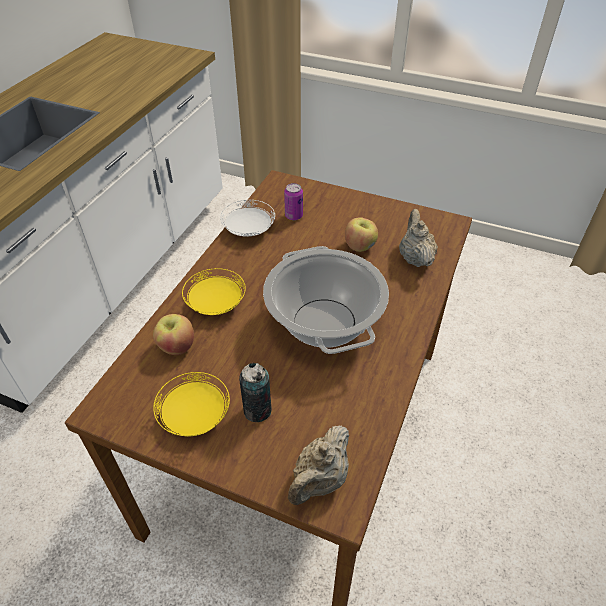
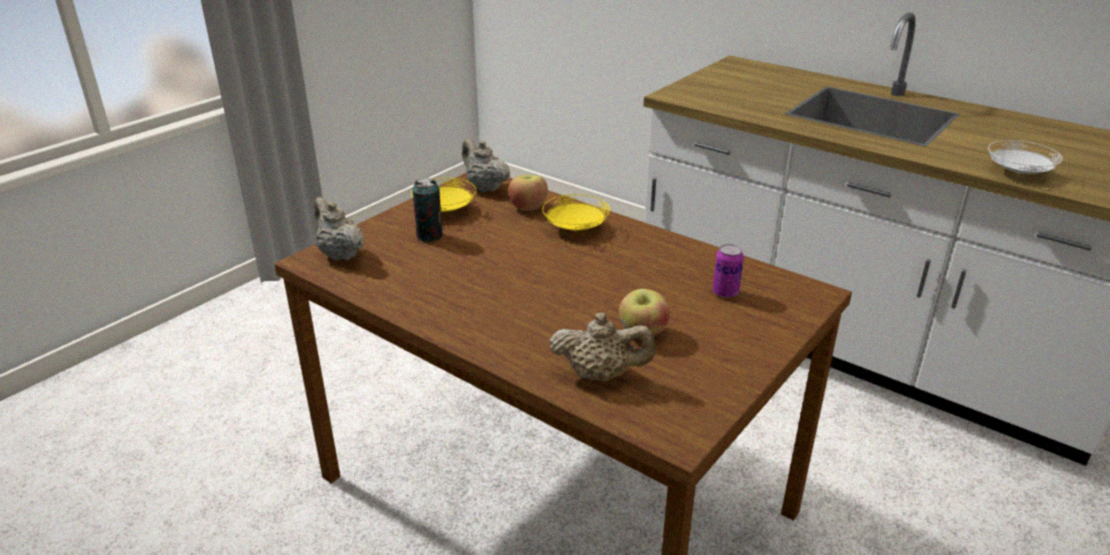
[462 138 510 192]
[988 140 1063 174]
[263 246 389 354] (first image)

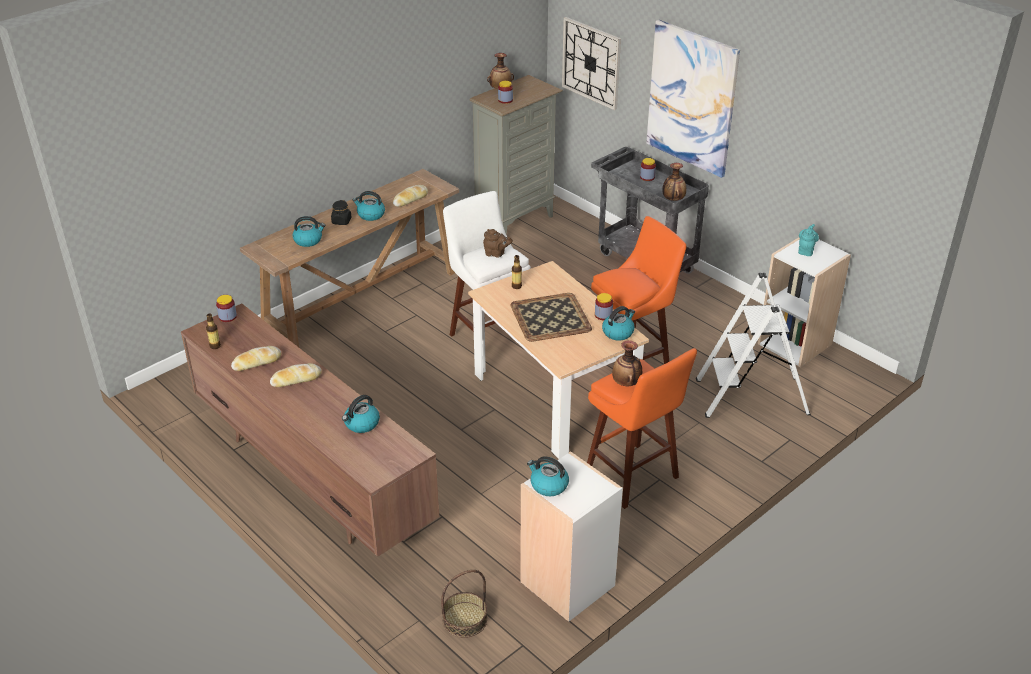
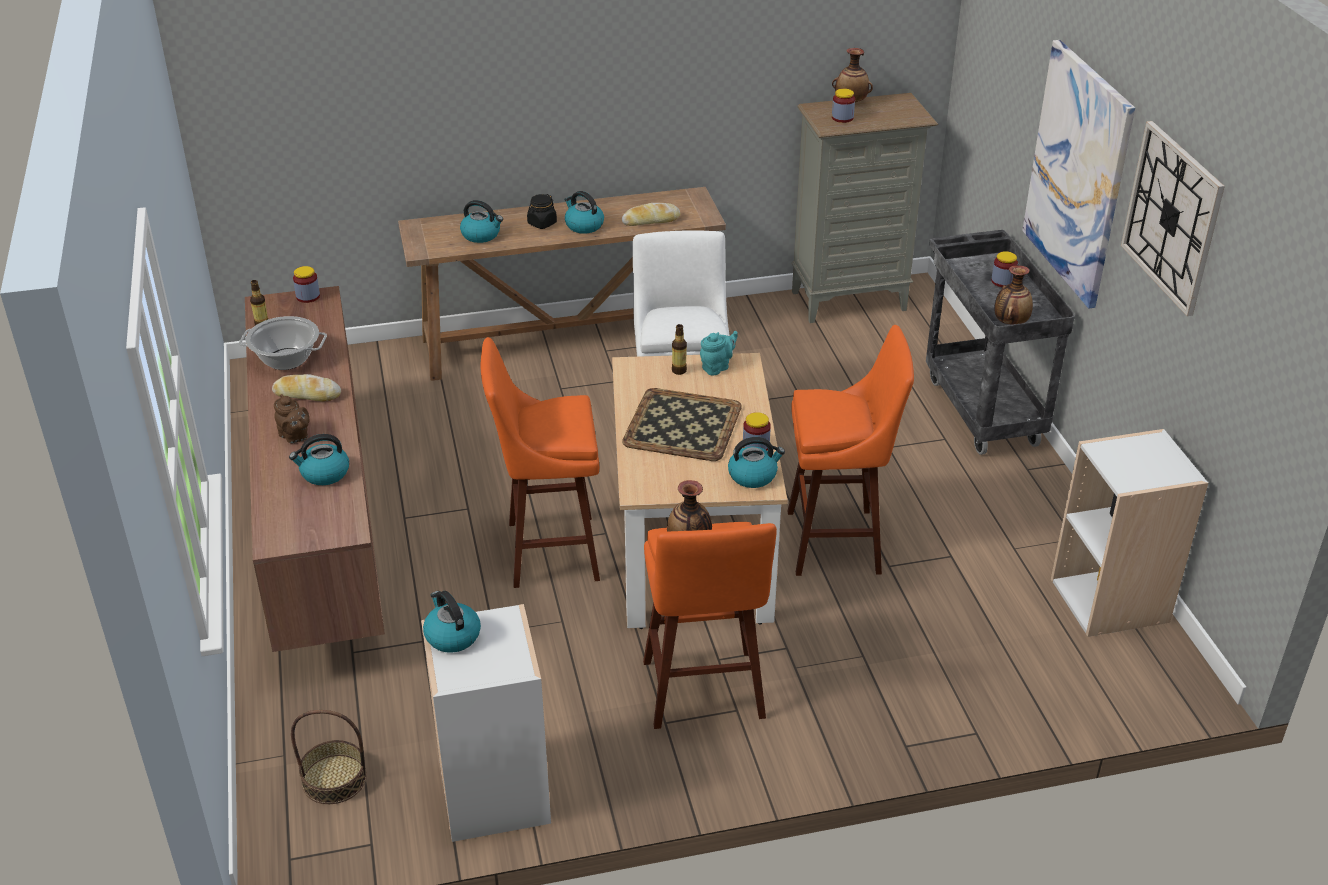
[239 316 327 370]
[274 394 309 444]
[481 337 600 588]
[700 331 737 375]
[1121 121 1225 316]
[696 273 811 418] (first image)

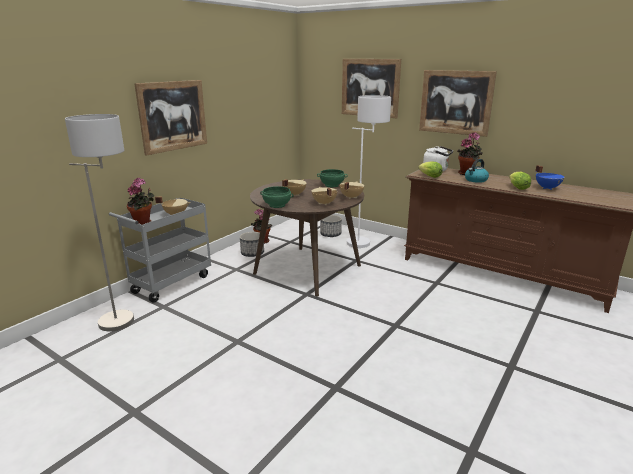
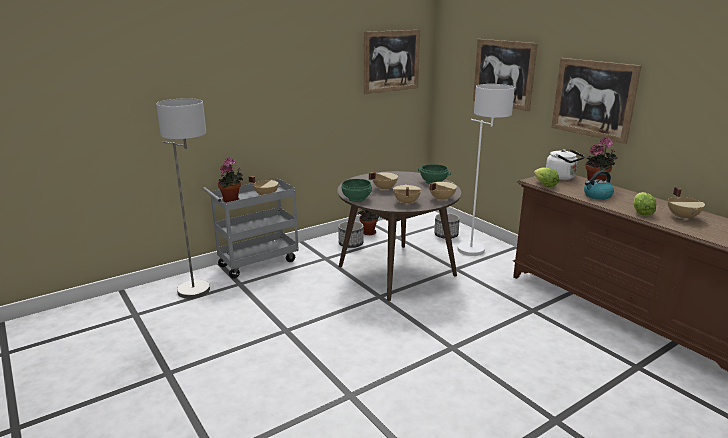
[364 30 420 94]
[668 187 705 220]

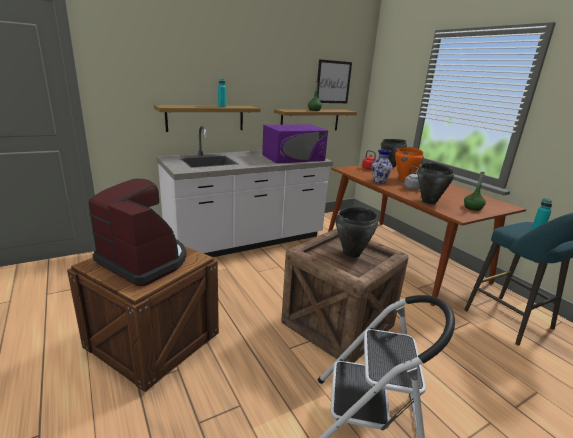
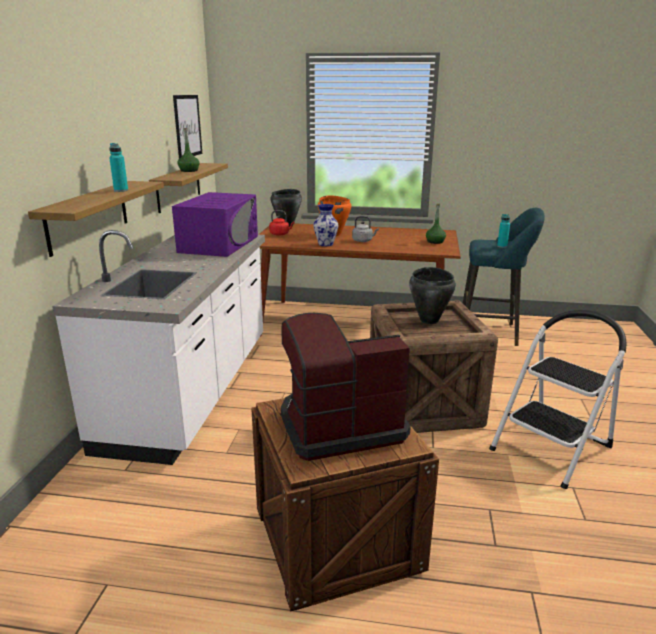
[418 163 454 204] (first image)

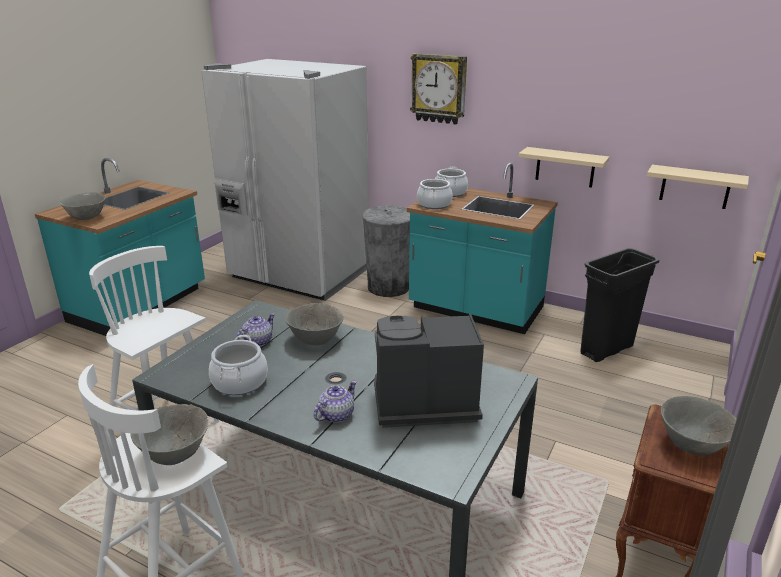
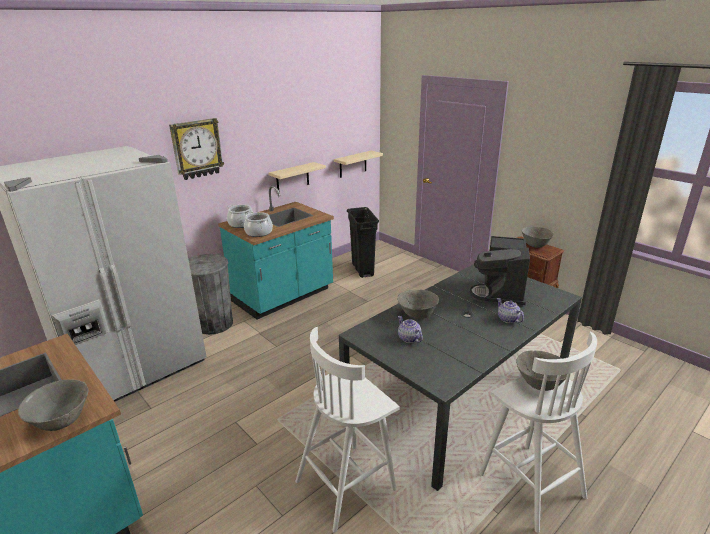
[209 335 268 395] (first image)

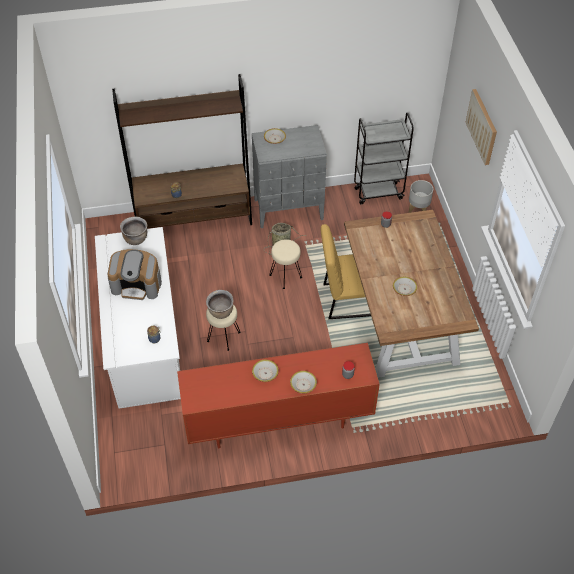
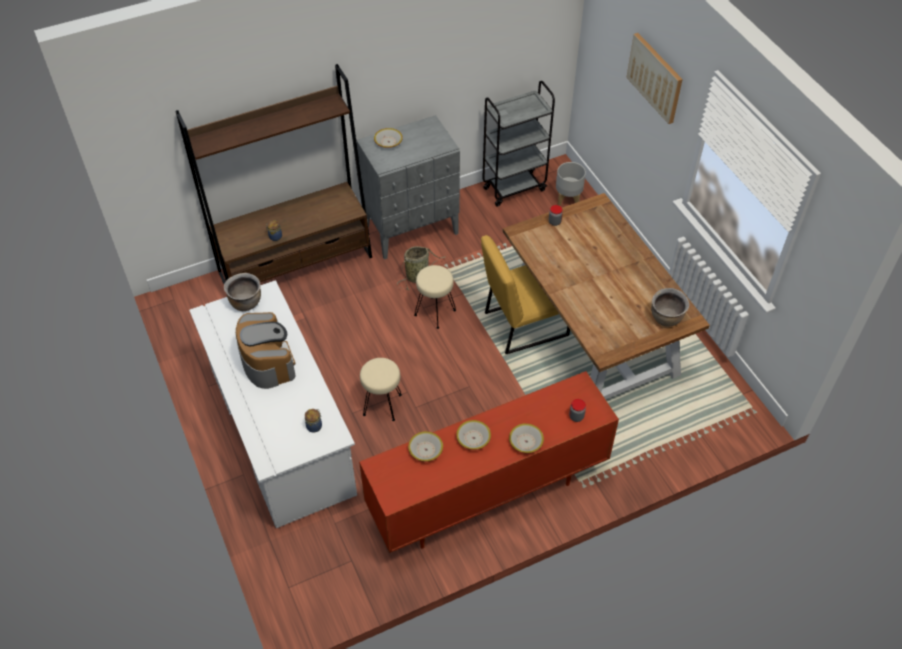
[236 312 296 389]
[408 431 443 462]
[651 288 689 326]

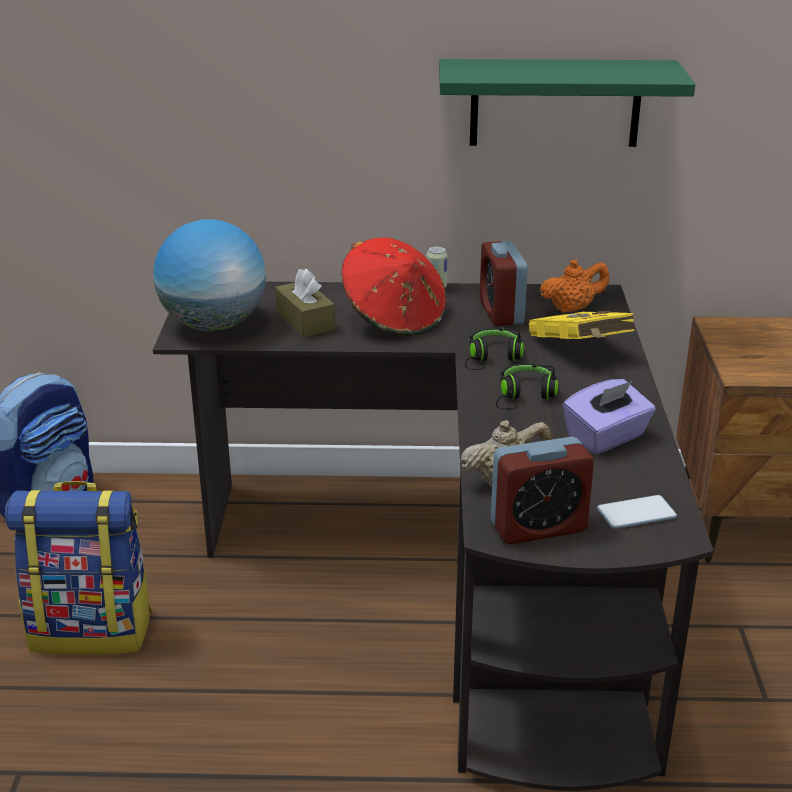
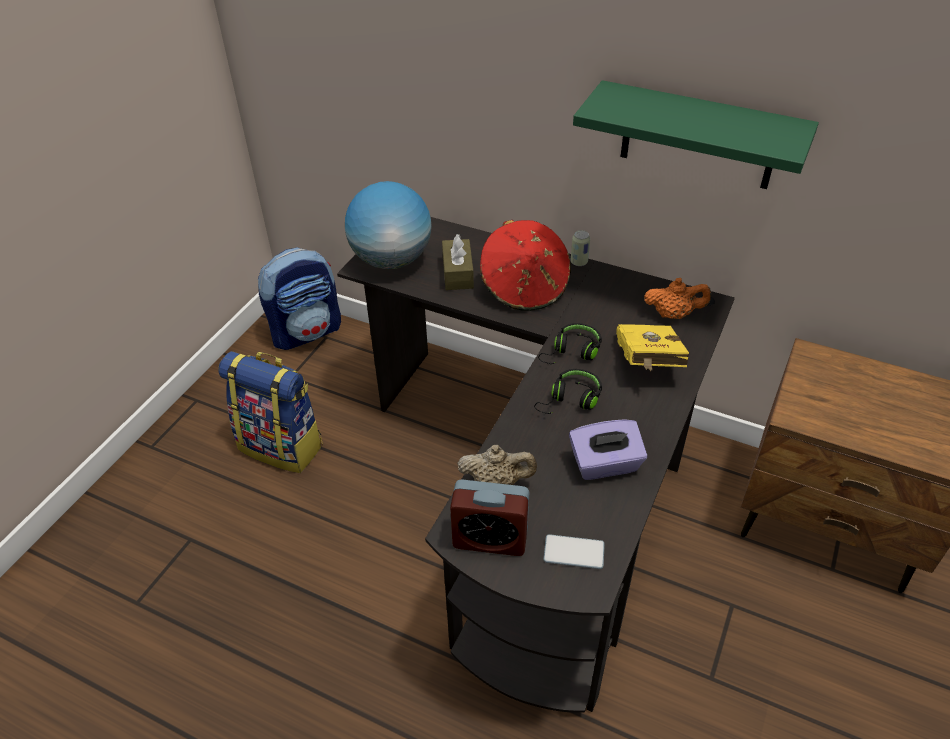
[479 241 528 326] (first image)

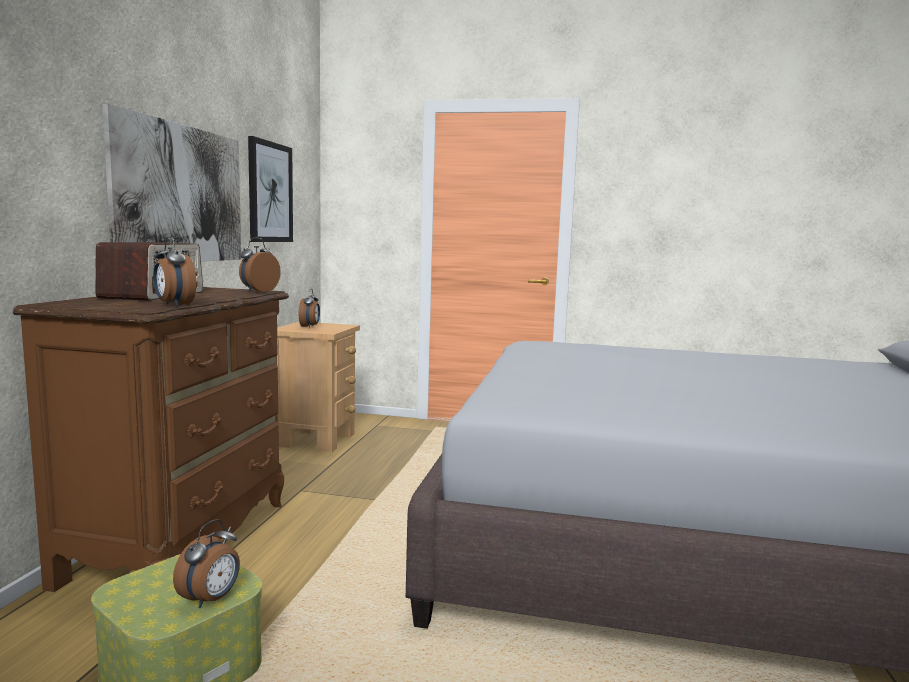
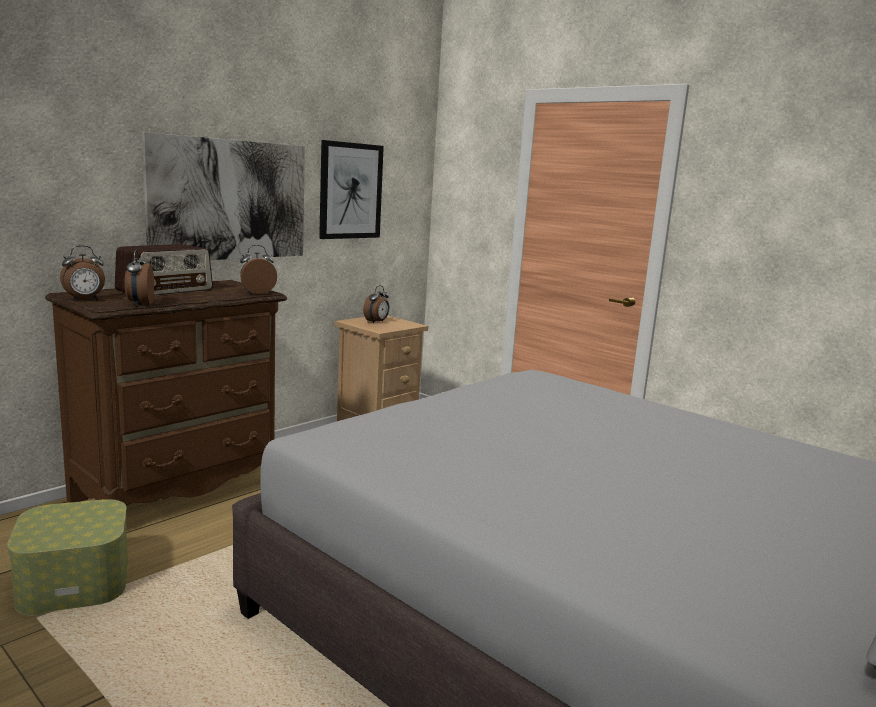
[60 245 105 300]

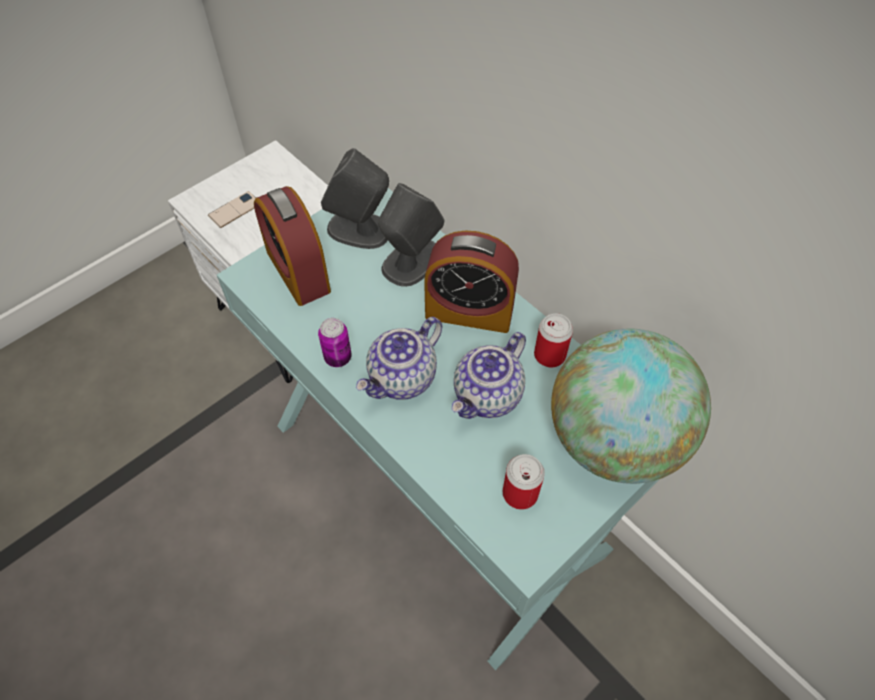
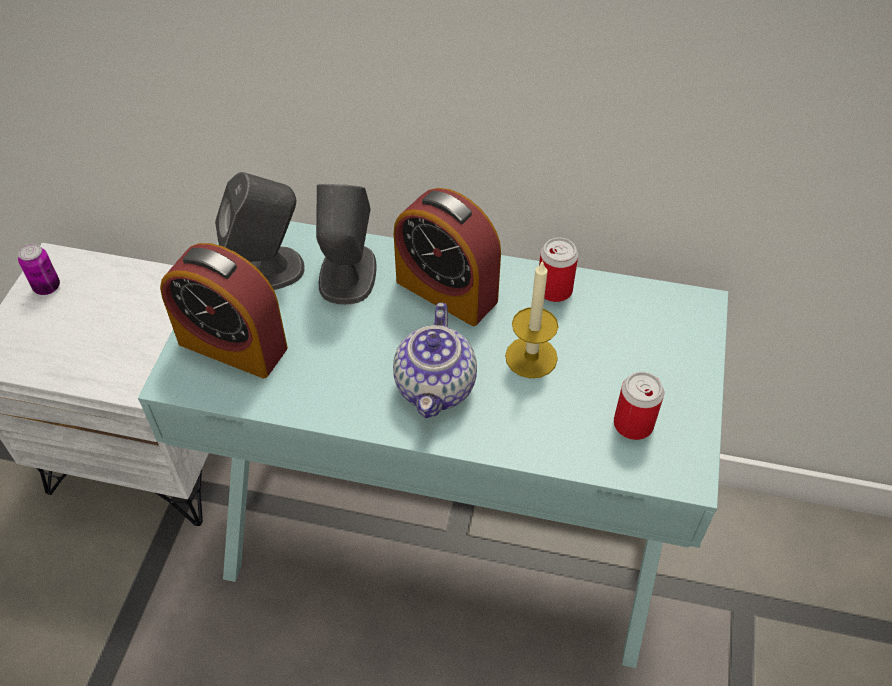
[18 244 60 295]
[394 188 501 326]
[505 260 558 378]
[208 191 256 228] (first image)
[551 328 711 484] (first image)

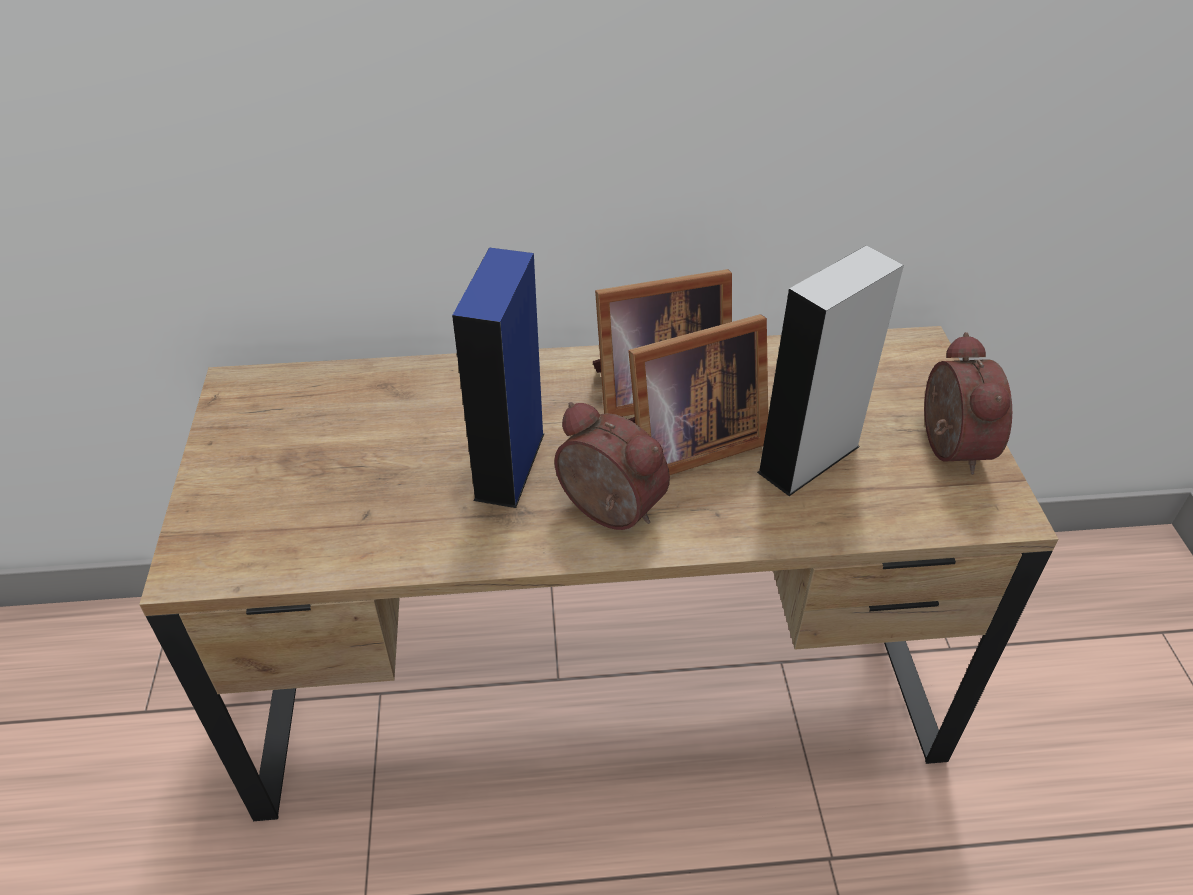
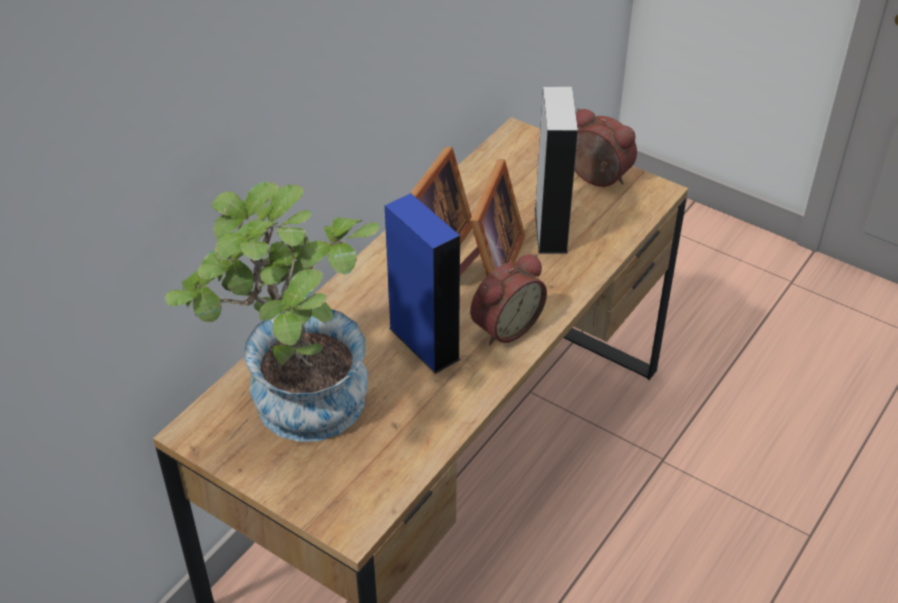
[165 182 380 442]
[470 254 547 345]

